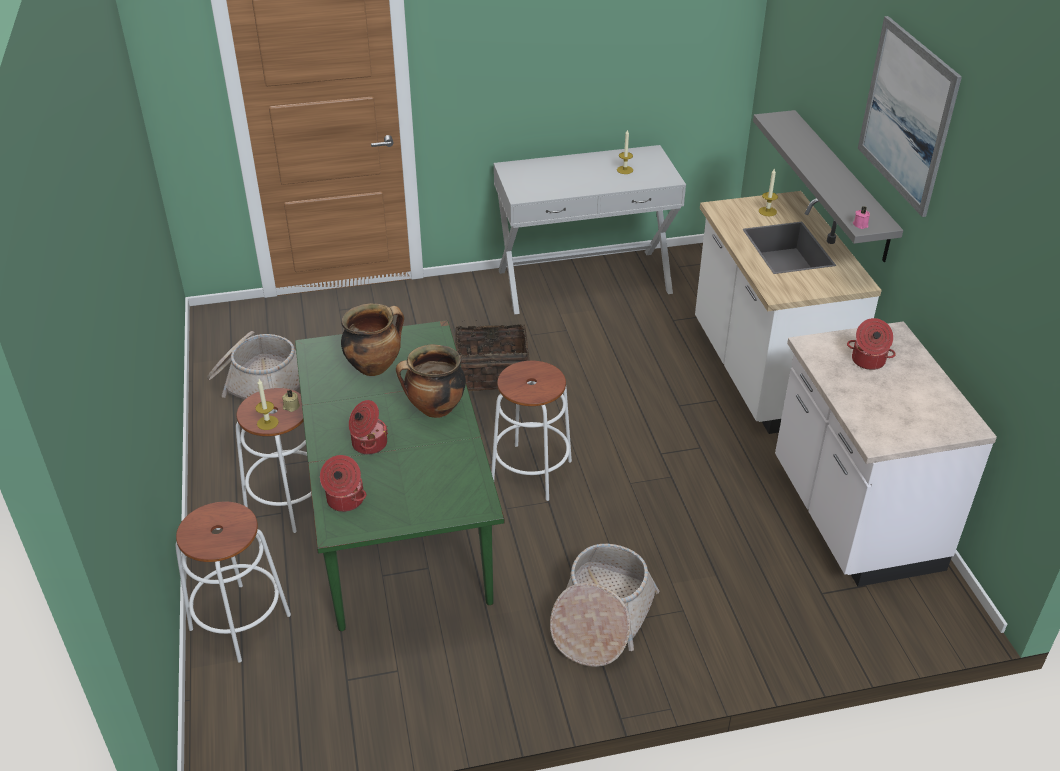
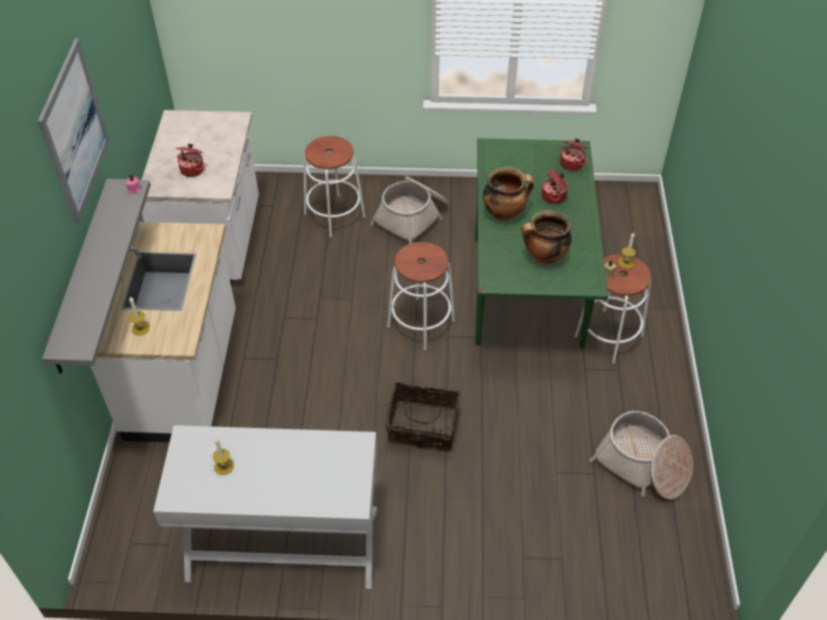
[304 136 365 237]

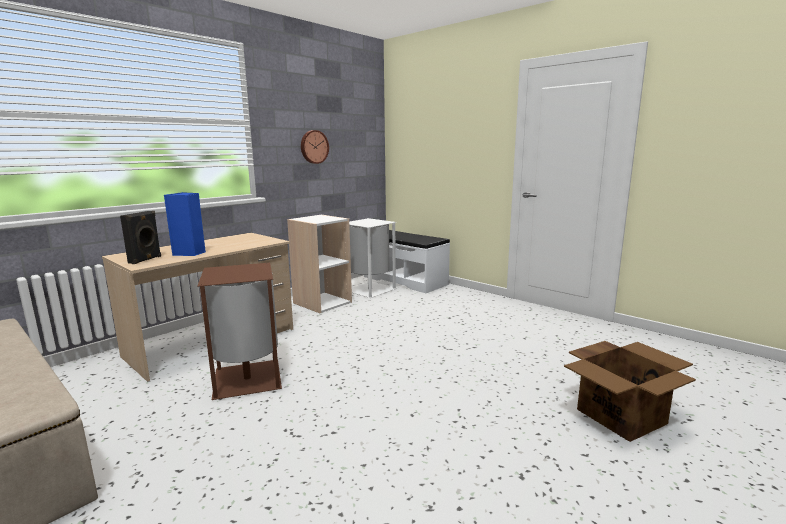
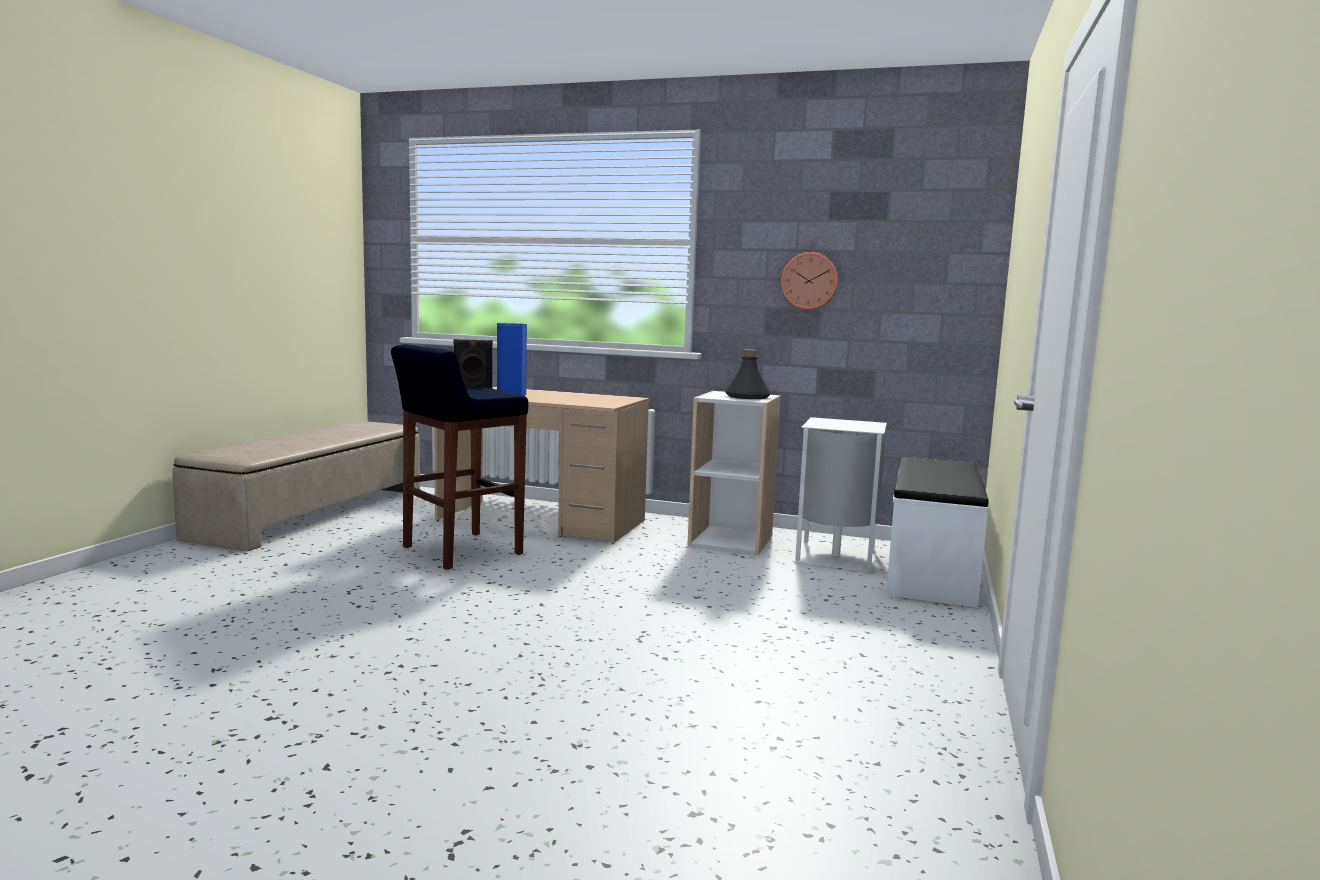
[391 344 528 570]
[724 350 772 399]
[564 341 696 442] (first image)

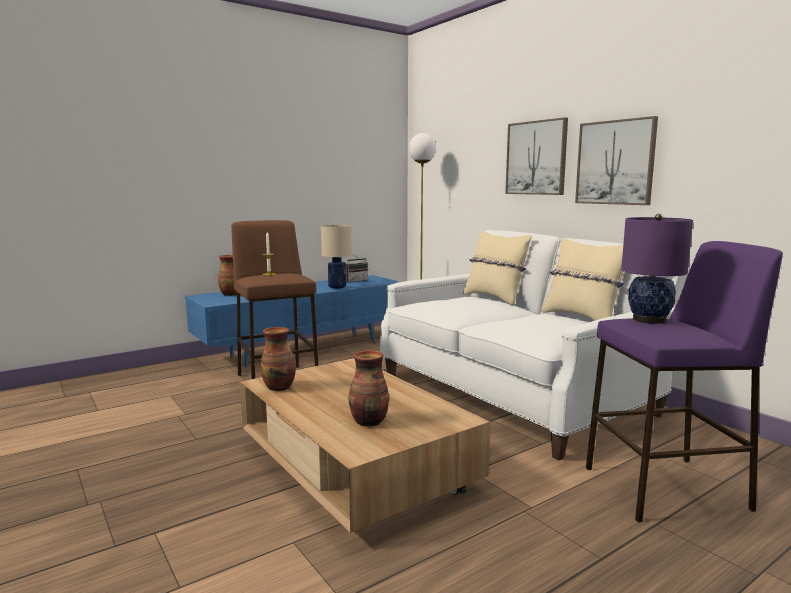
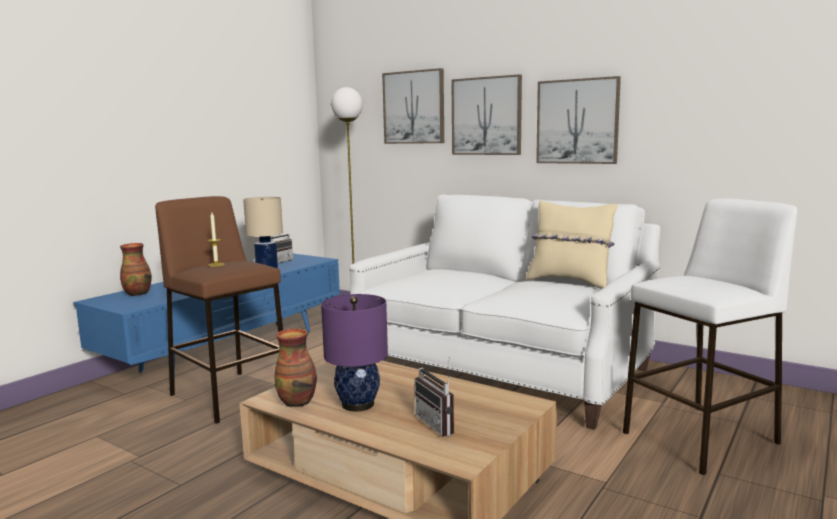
[321 294 388 411]
[382 68 444 144]
[414 357 454 436]
[623 198 797 475]
[463 230 532 306] (first image)

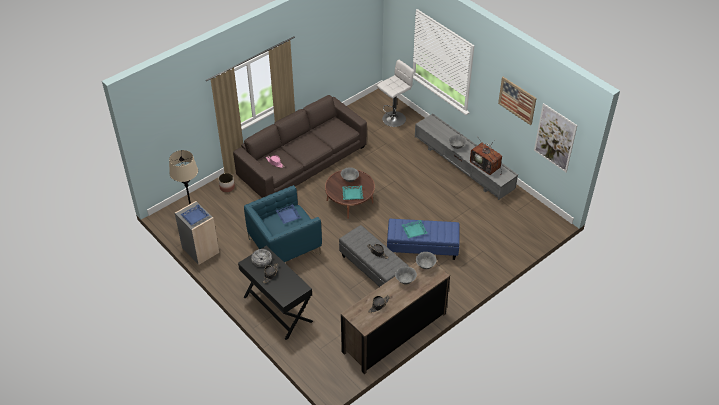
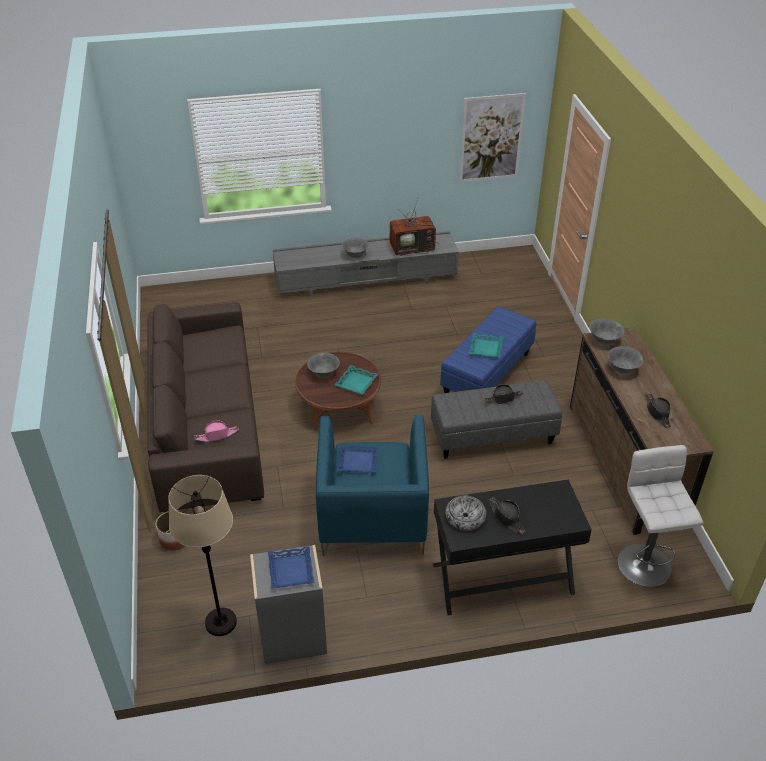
[618 445 703 587]
[498 77 536 125] (first image)

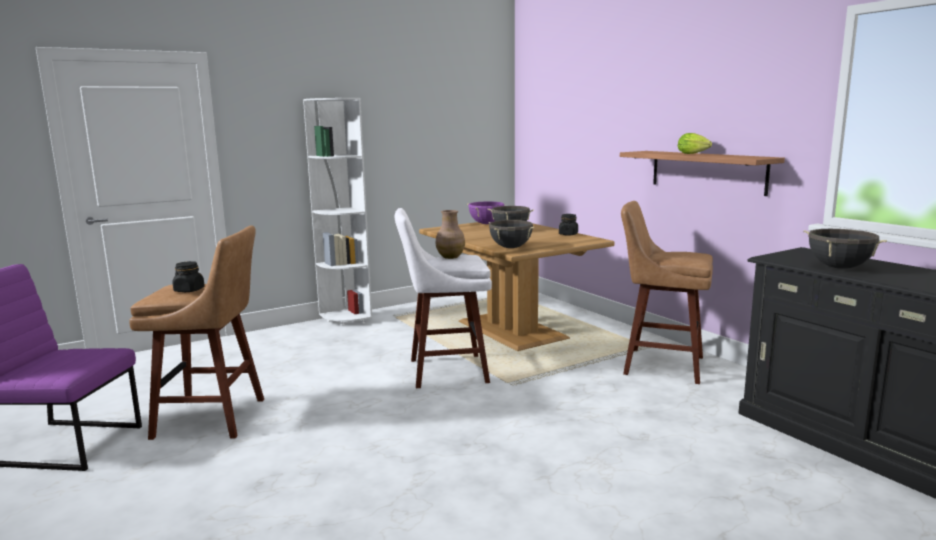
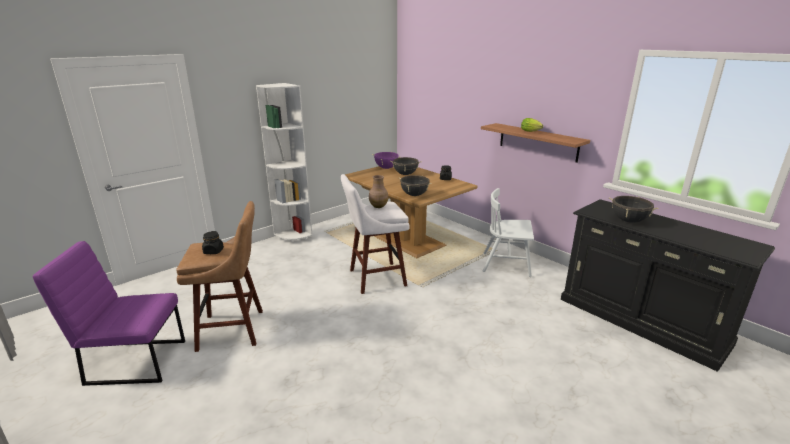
[483 188 534 277]

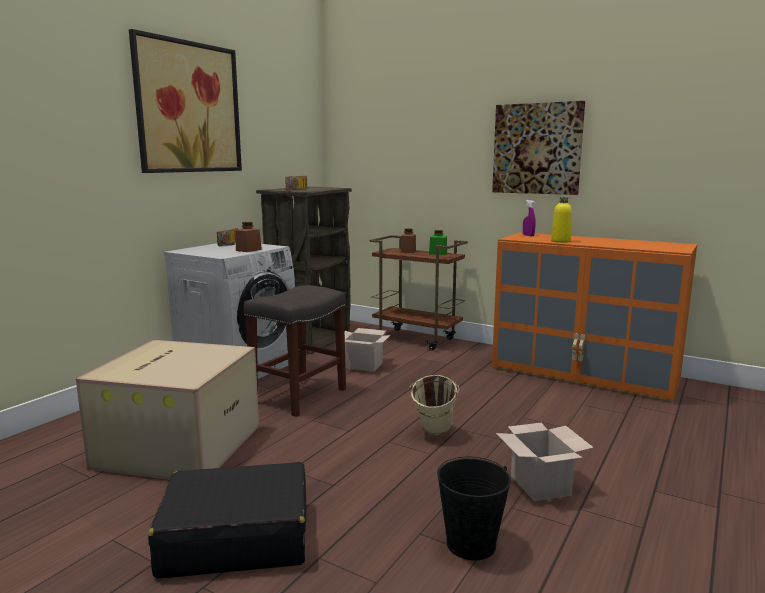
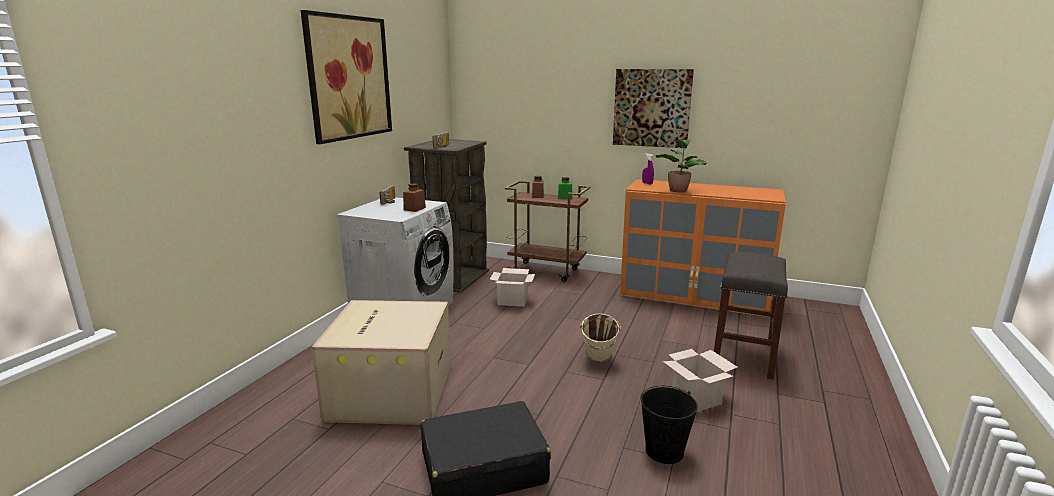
[656 140 706 192]
[714 252 788 379]

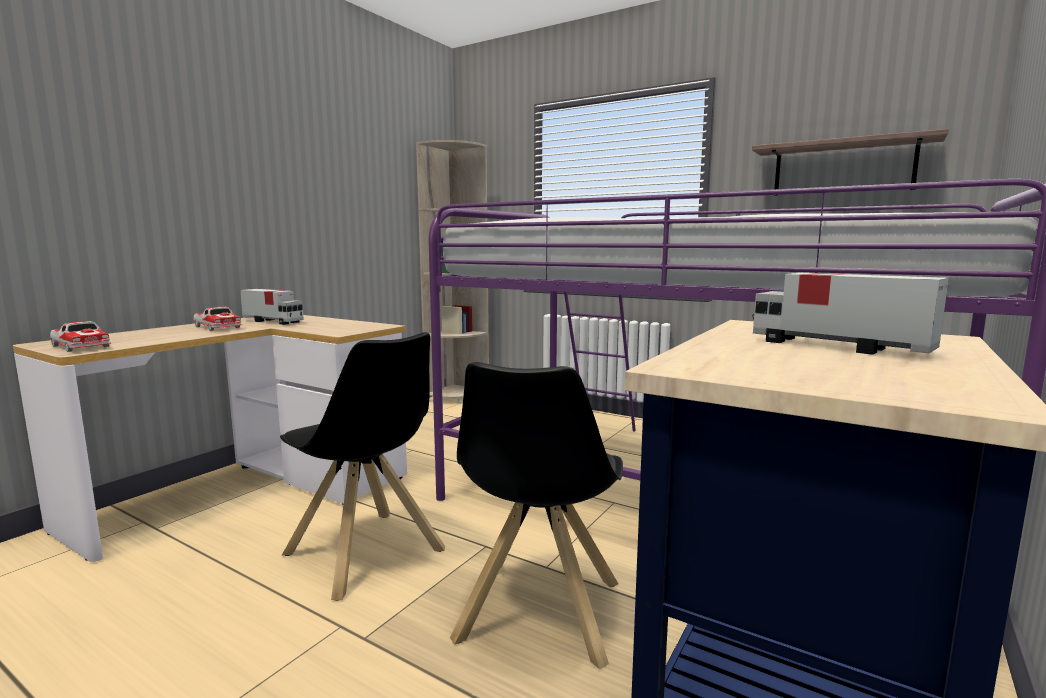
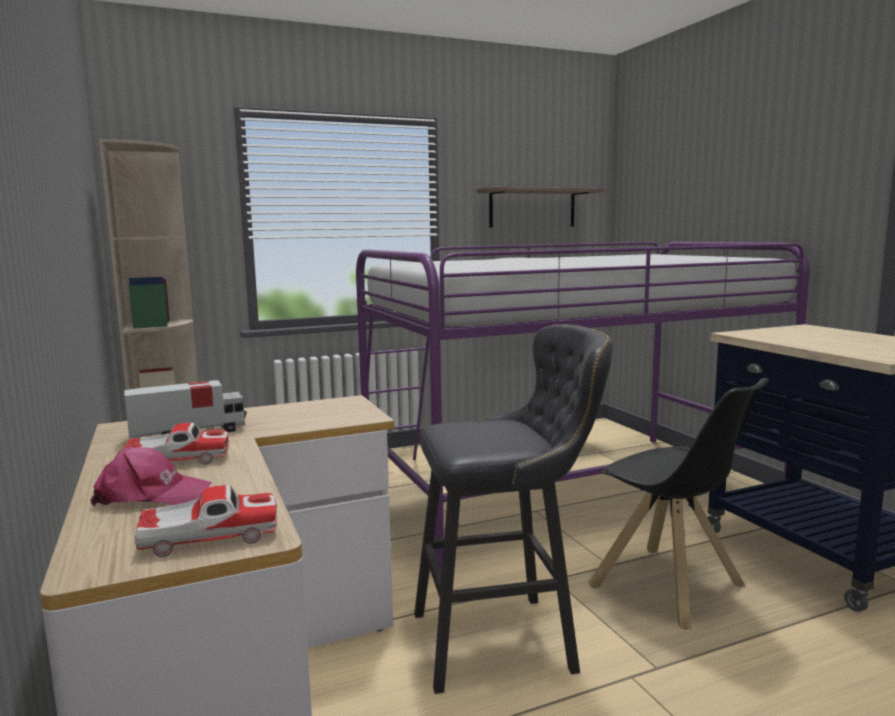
[90 447 211 507]
[414 324 613 694]
[752 273 949 355] (first image)

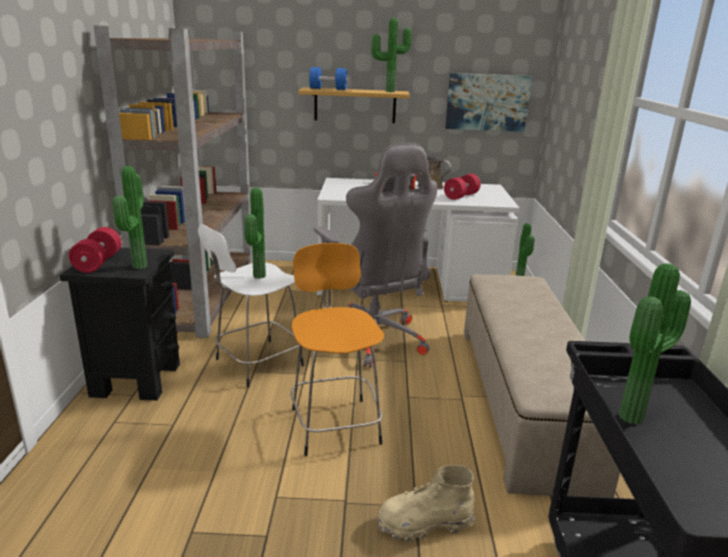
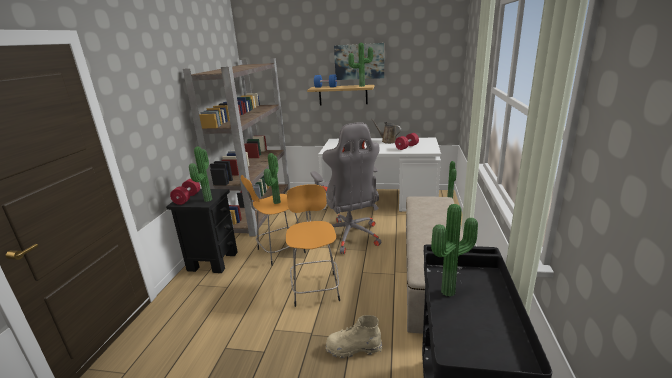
[241 175 306 266]
[334 43 384 80]

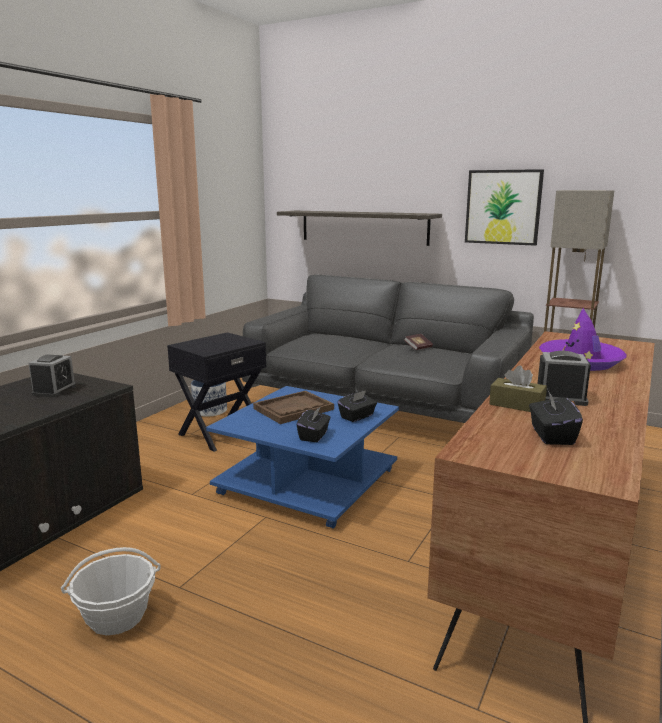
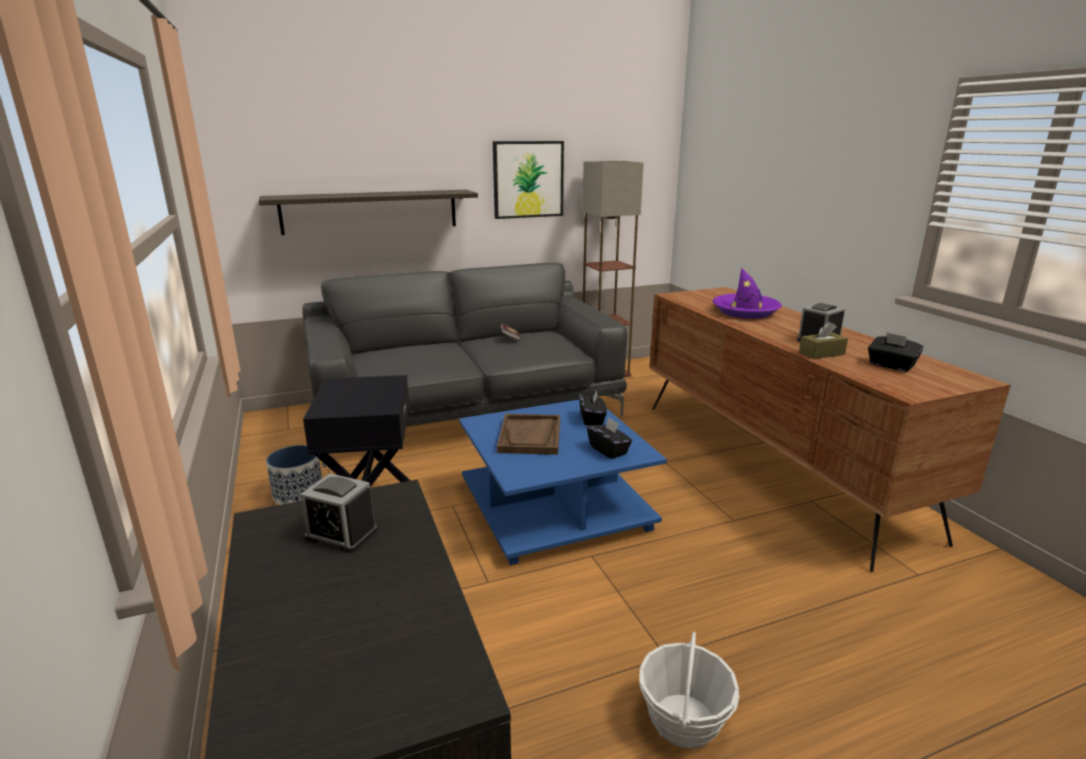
[300 473 378 553]

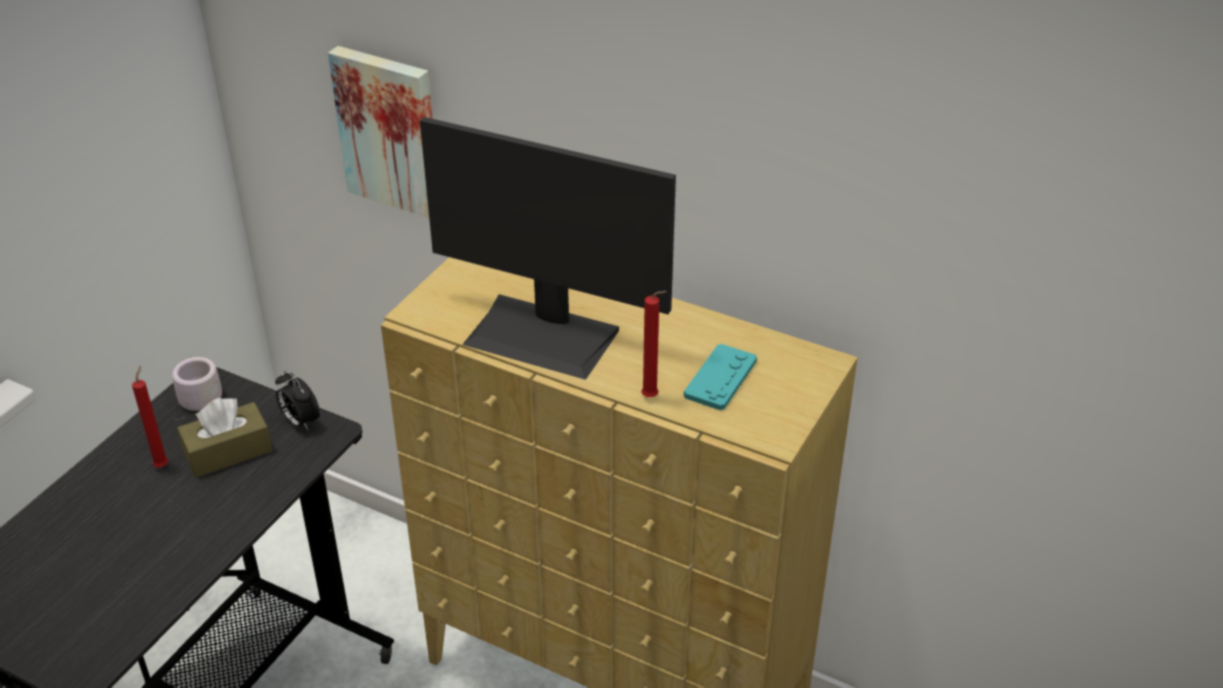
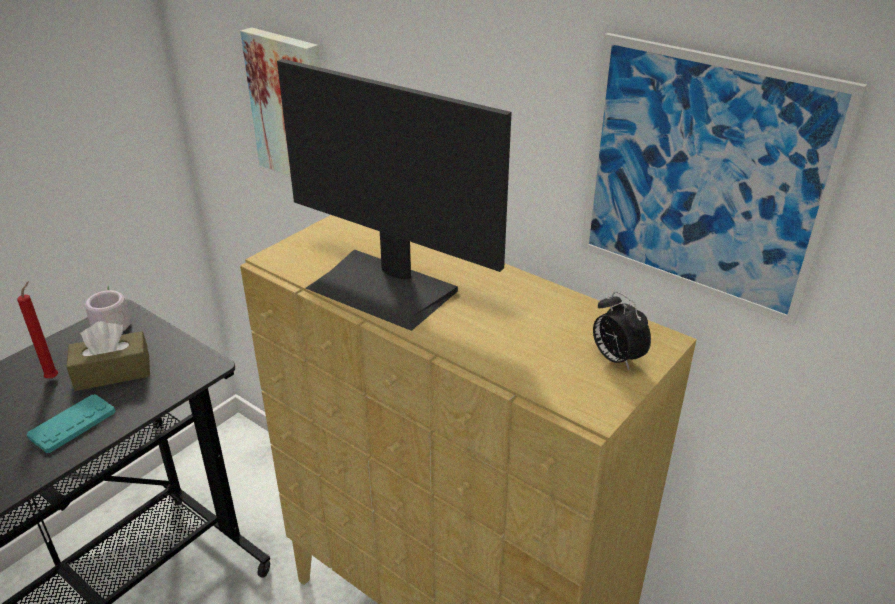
[26 394 115 453]
[581 33 867 325]
[593 291 651 370]
[641 291 667 397] (first image)

